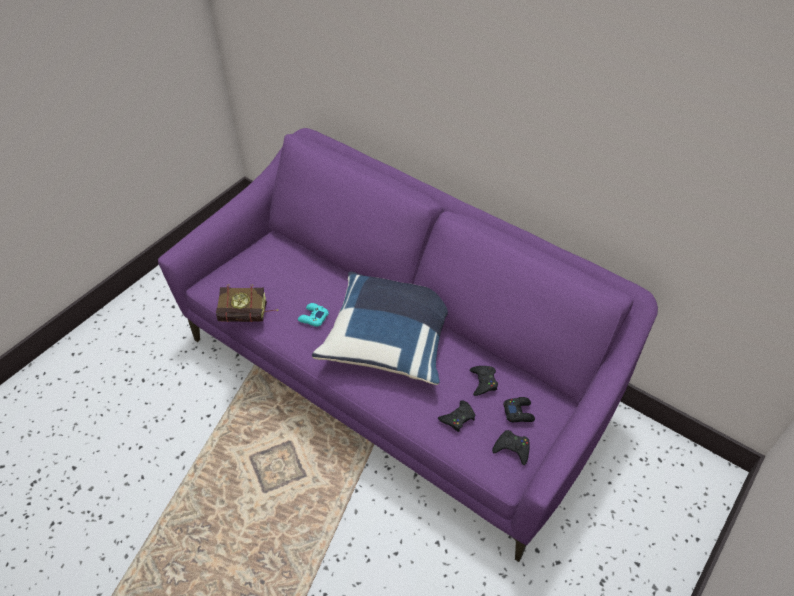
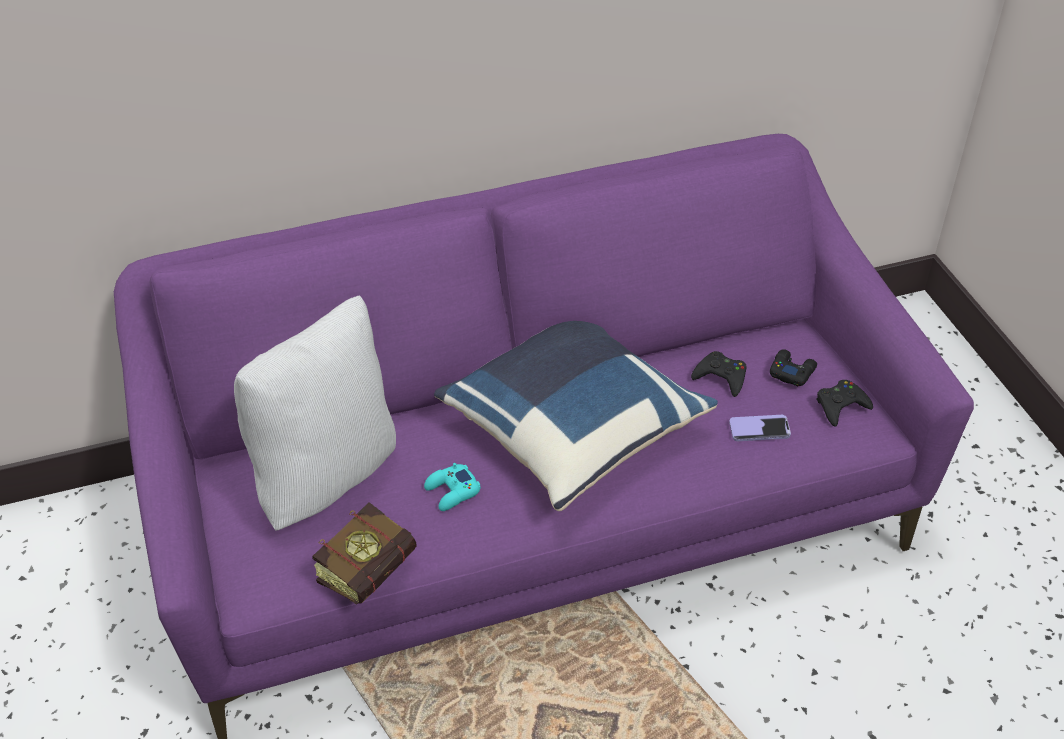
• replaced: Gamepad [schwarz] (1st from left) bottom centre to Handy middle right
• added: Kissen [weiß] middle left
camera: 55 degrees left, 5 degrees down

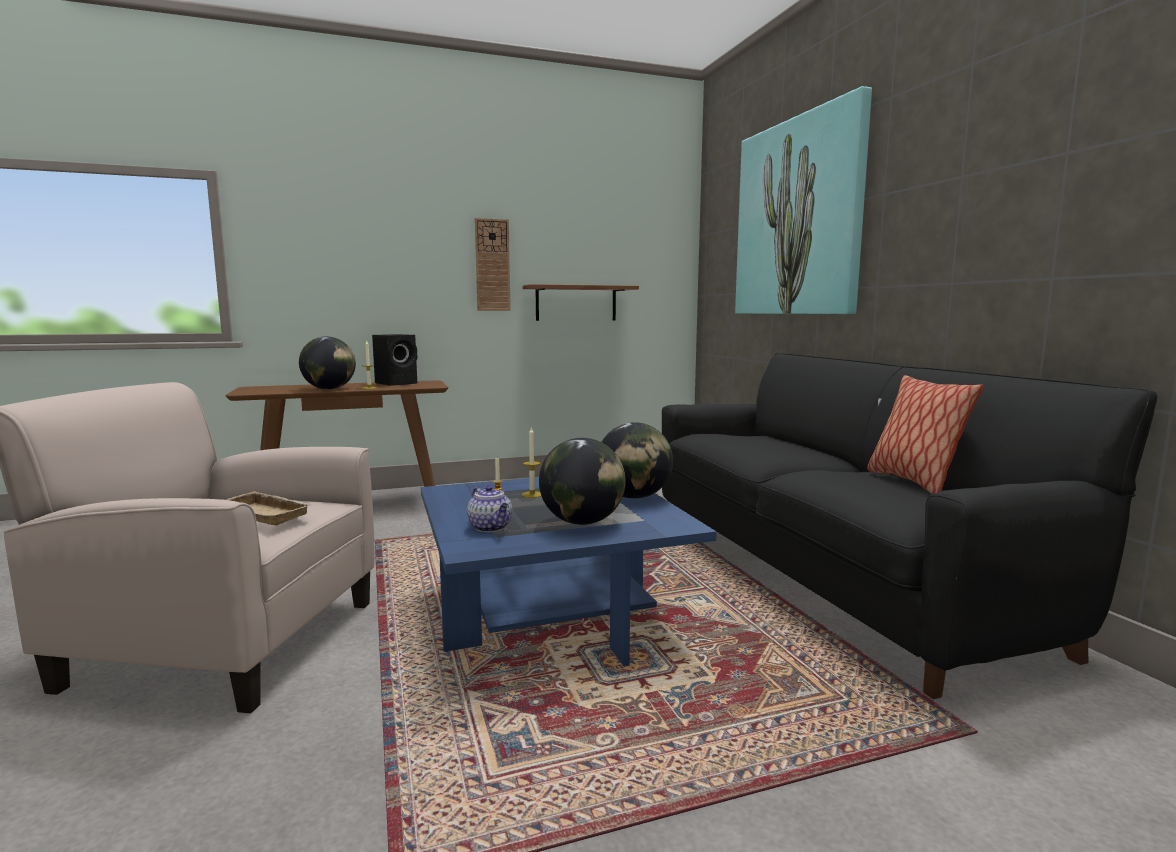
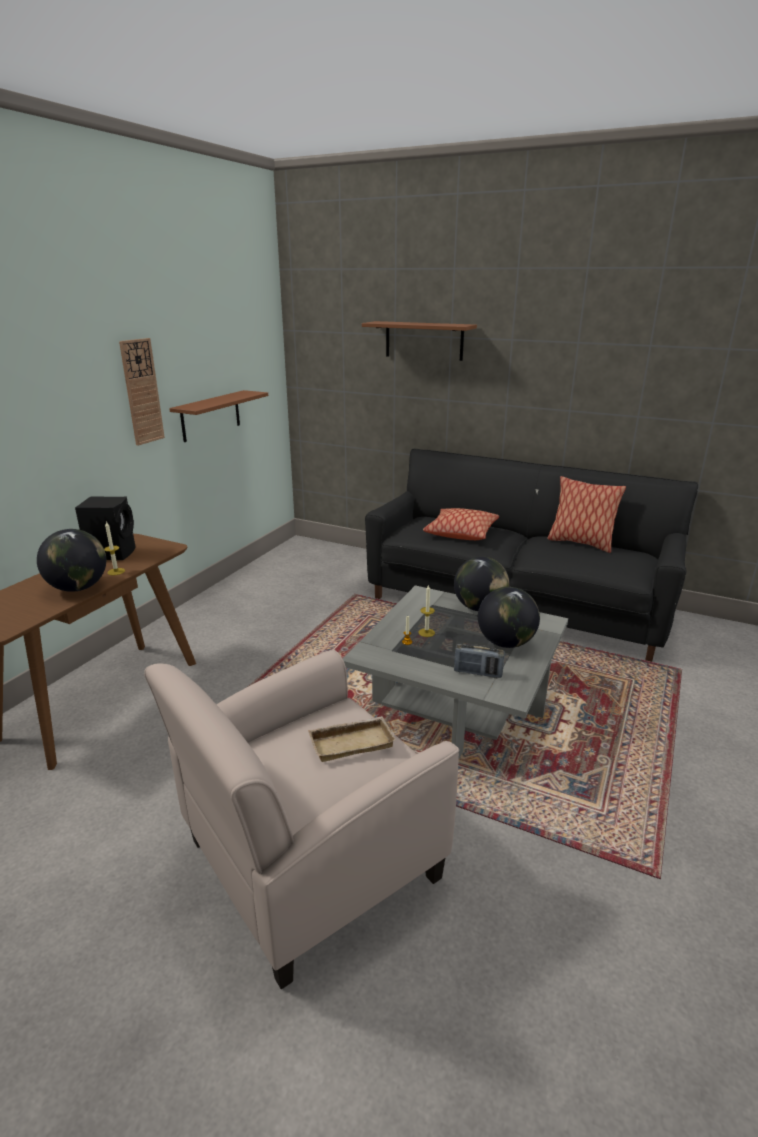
• recoloured: Couchtisch [blau] bottom centre to Couchtisch [grau] centre
• replaced: Teekanne centre to Radio centre
• replaced: Bild top right to Wandregal [braun] (2nd from left) top centre
• added: Kissen (1st from left) centre
camera: 45 degrees left, 15 degrees up

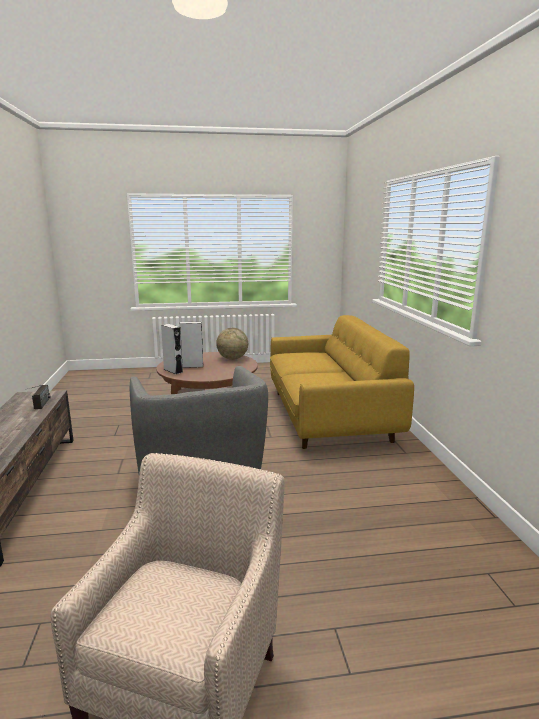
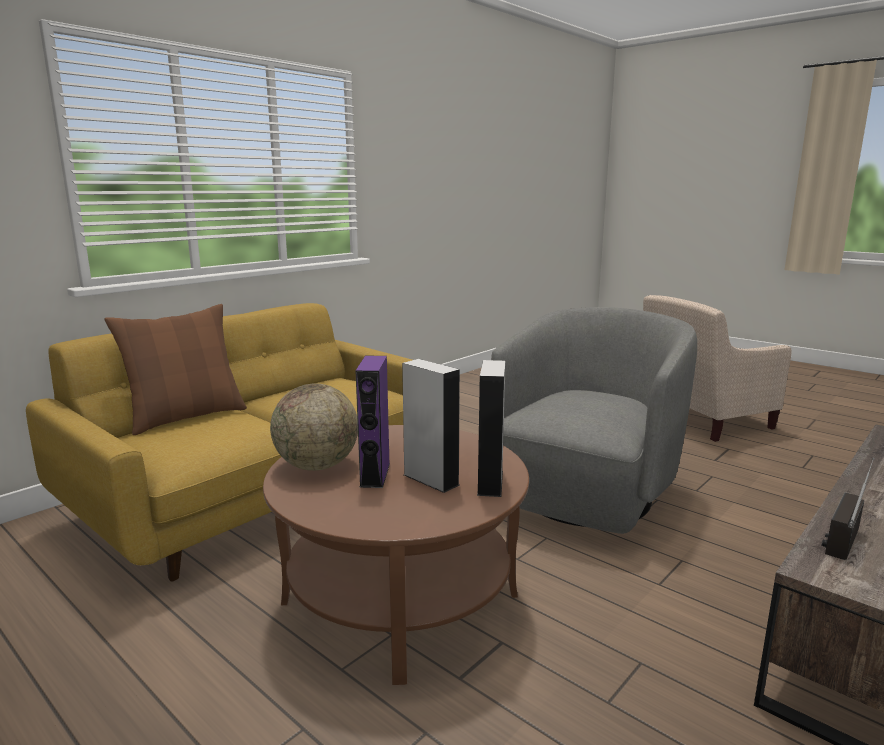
• added: Kissen [braun] middle left
• added: Lautsprecher [lila] centre
camera: 130 degrees left, 0 degrees up

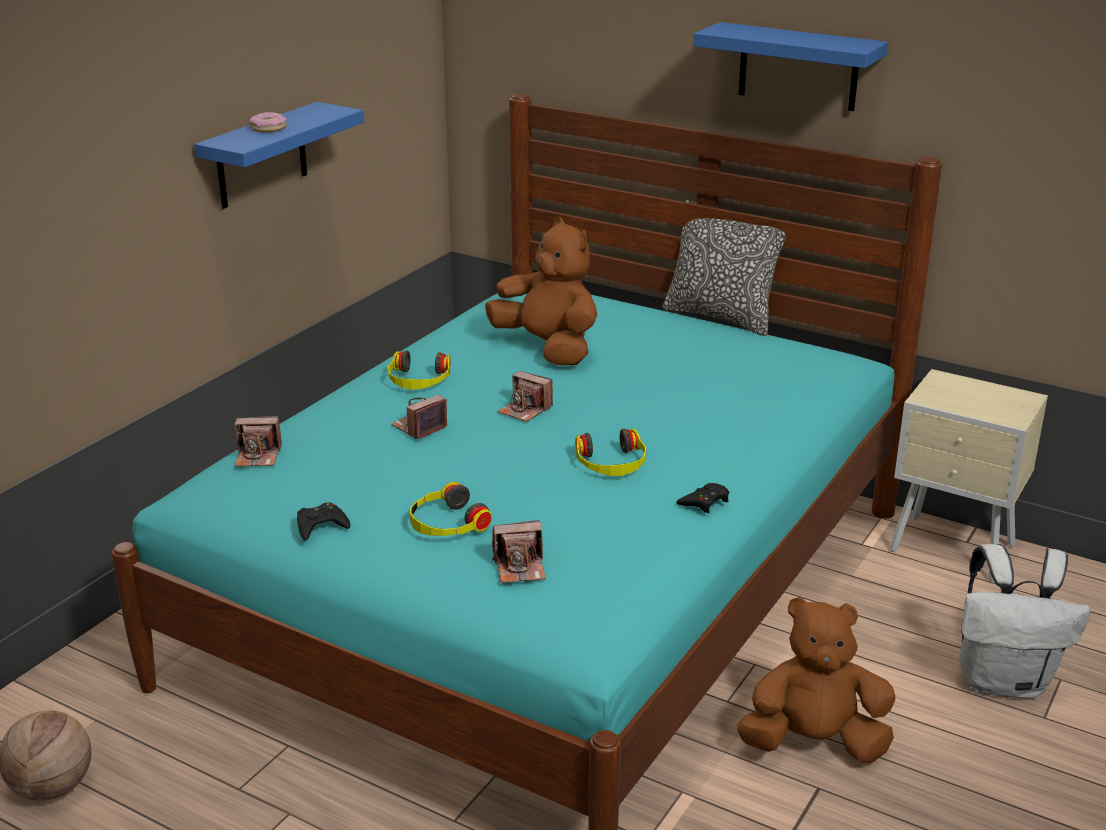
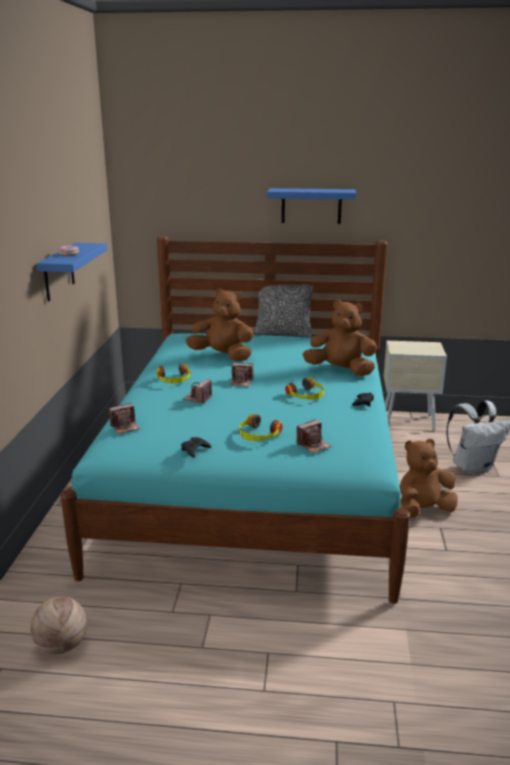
• added: Plüschtier [braun] (2nd from left) centre
camera: 25 degrees left, 5 degrees down

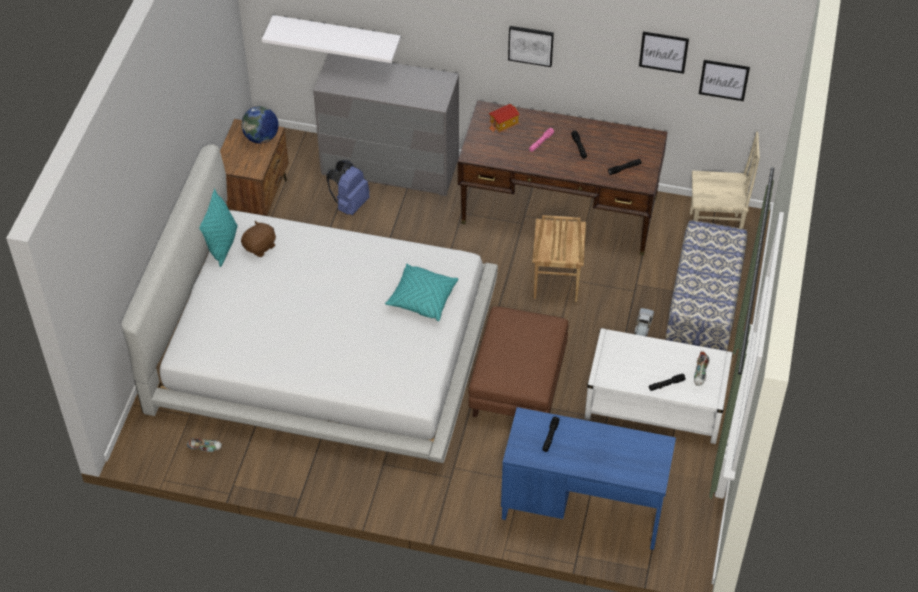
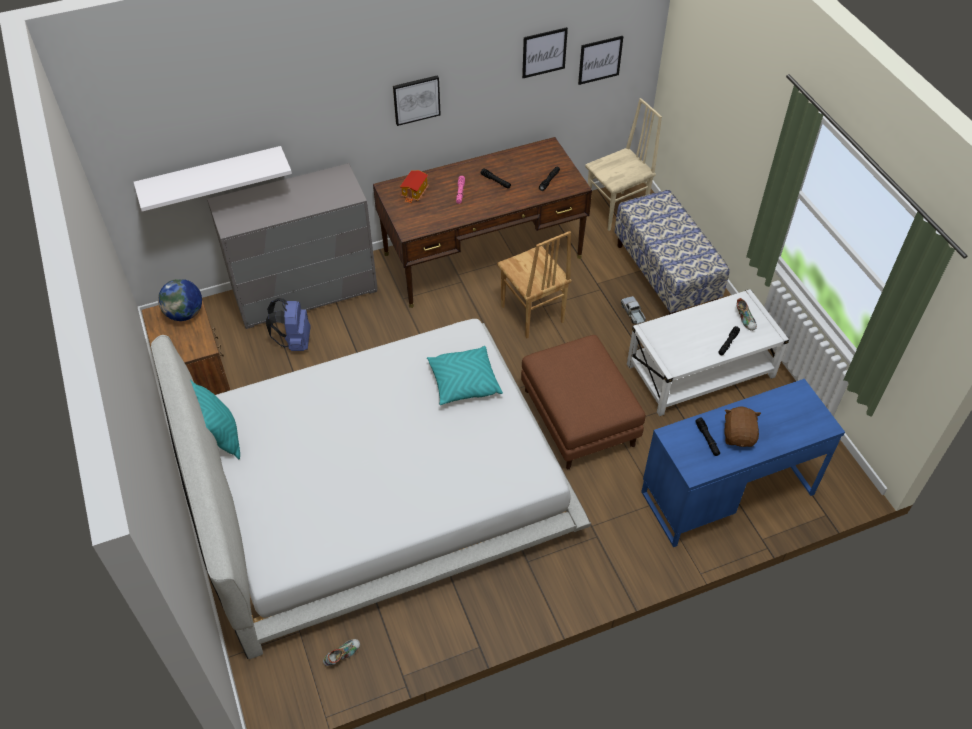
• moved: Plüschtier [braun] middle left to middle right
camera: 35 degrees left, 0 degrees up

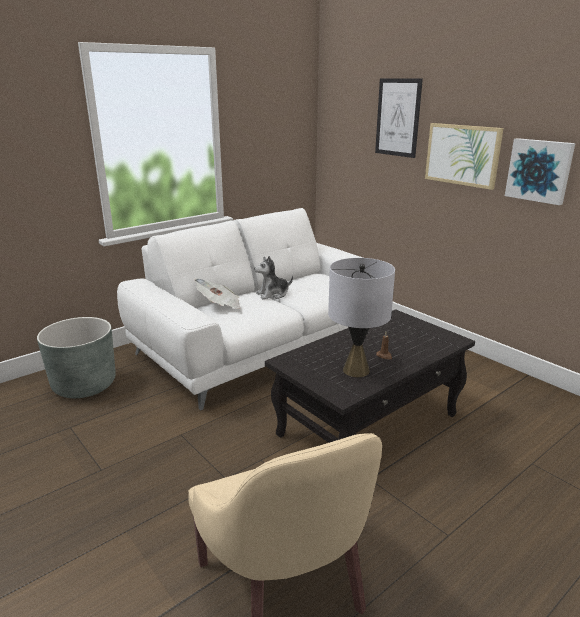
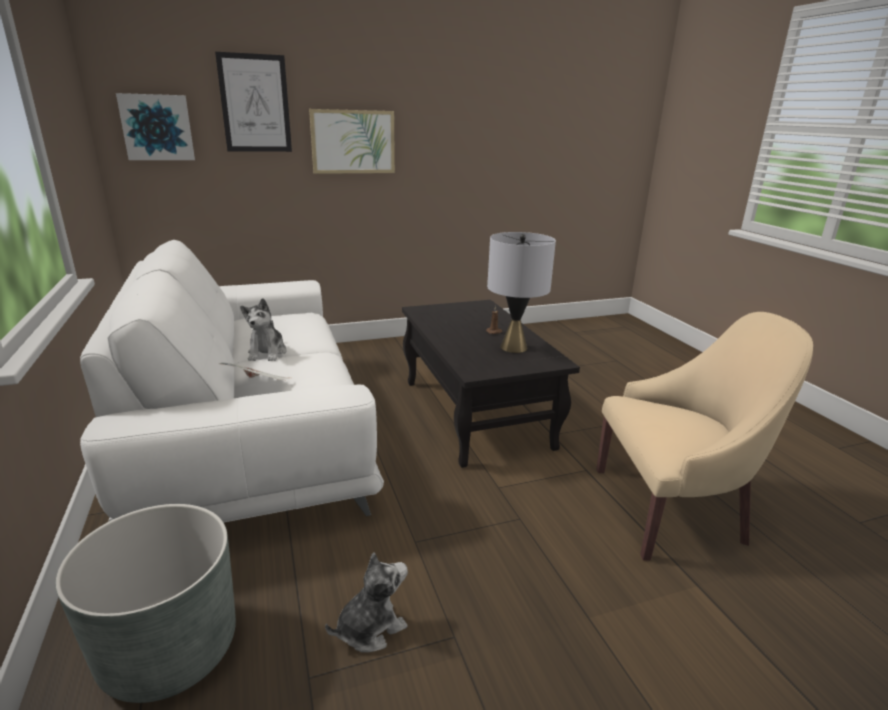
• moved: Bild (3rd from left in the first image) top right to Bild (1st from left) top left
• added: Plüschtier (2nd from left) bottom centre
camera: 70 degrees left, 0 degrees up

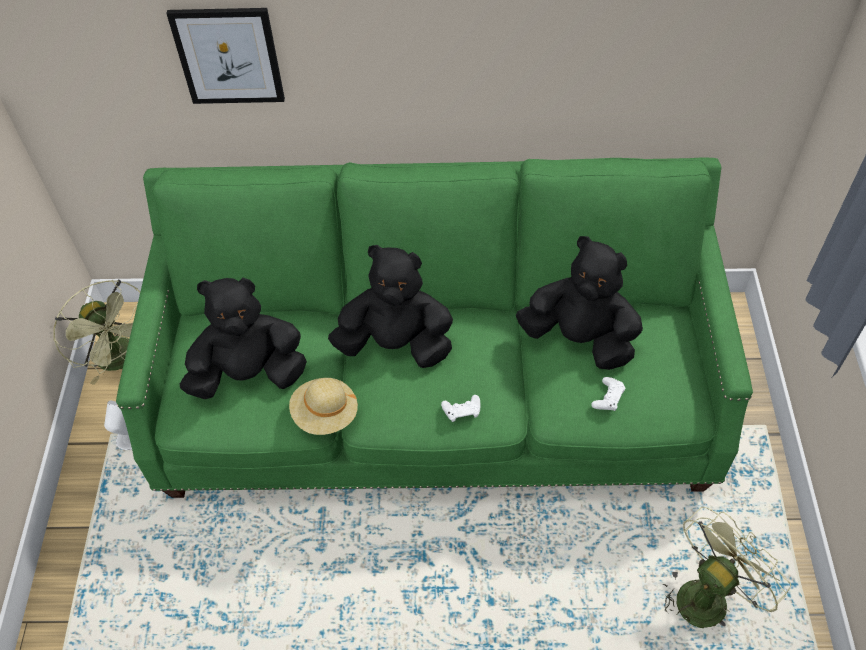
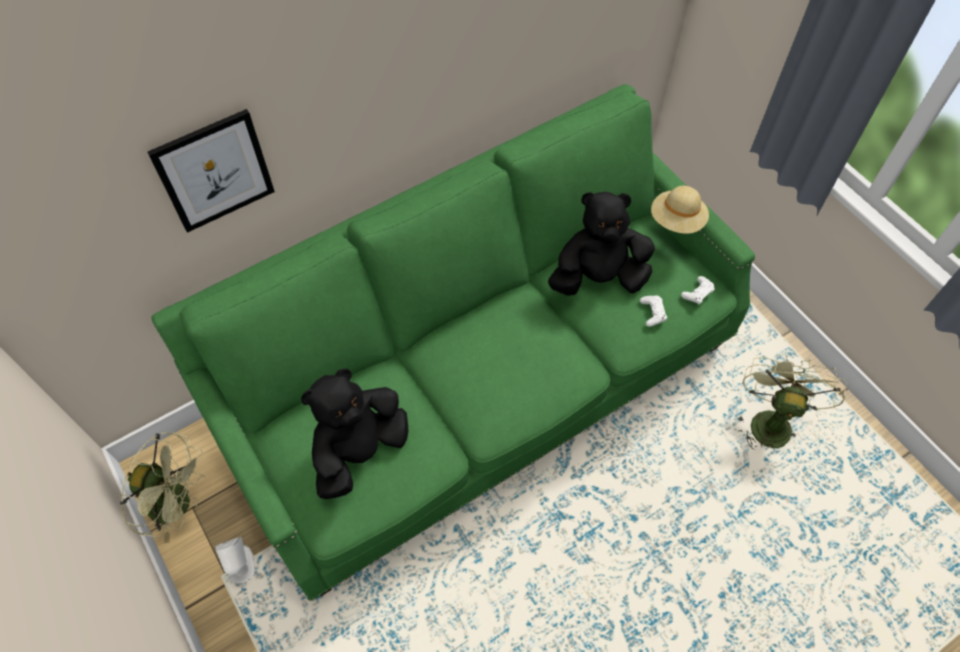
• moved: Hut [beige] centre to top right
• removed: Plüschtier [schwarz] (2nd from left) centre
• moved: Gamepad [weiß] (1st from left in the first image) centre to Gamepad [weiß] (2nd from left) middle right
camera: 35 degrees left, 5 degrees up

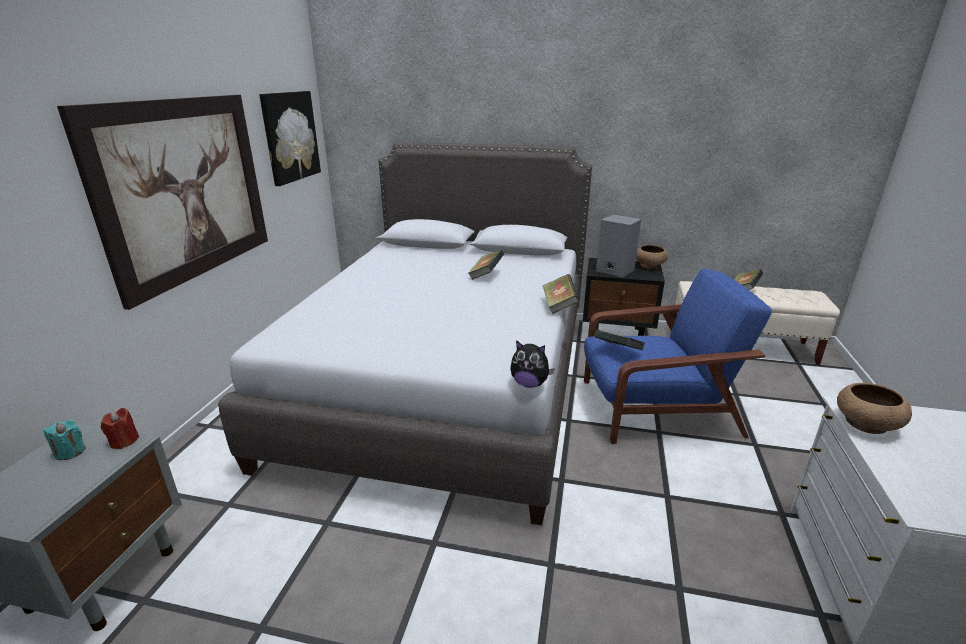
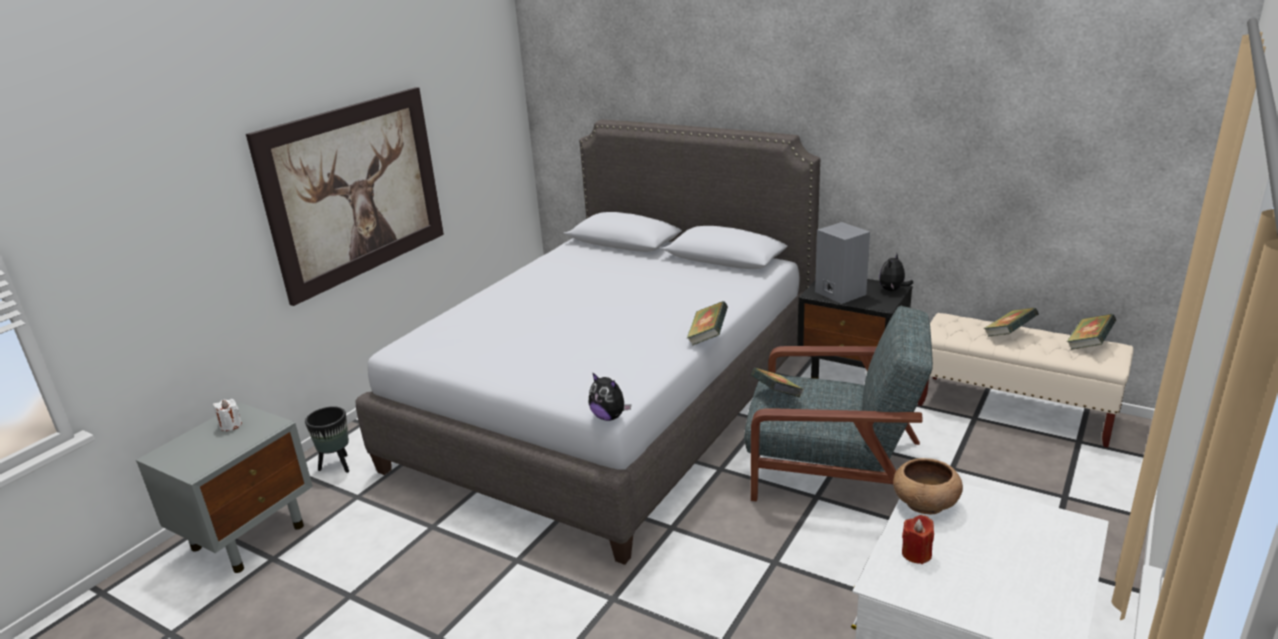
• recoloured: Kerze [türkis] bottom left to Kerze [weiß] middle left
• moved: Kerze [rot] middle left to bottom right
• removed: Bild (2nd from left) top left
• moved: Buch (1st from left in the first image) centre to Buch (4th from left) middle right
• recoloured: Sessel [blau] middle right to Sessel [grau] centre
• replaced: Schüssel [braun] (1st from left) middle right to Plüschtier (2nd from left) middle right
• added: Pflanzkübel [schwarz] bottom left
camera: 20 degrees right, 0 degrees up

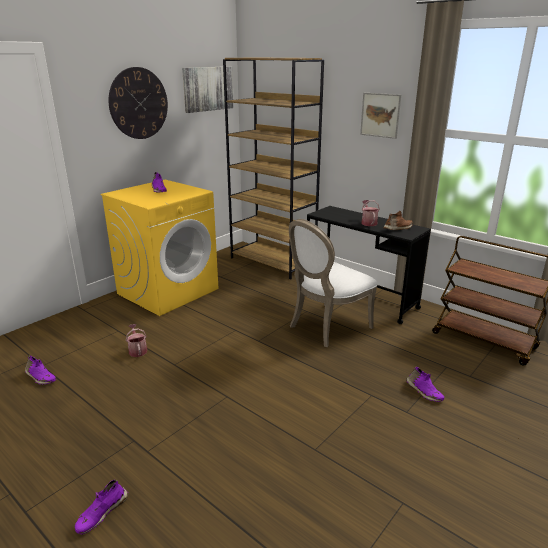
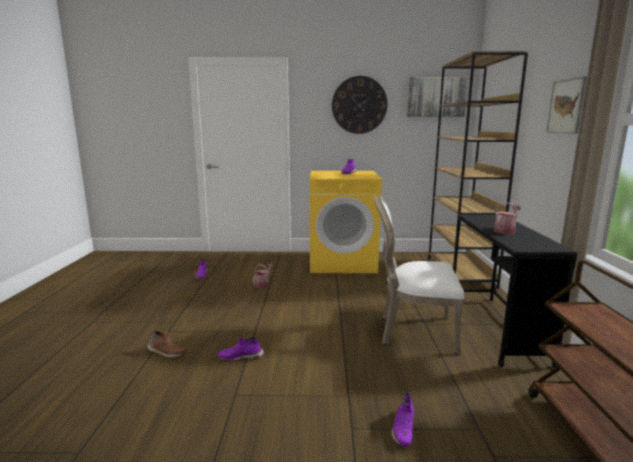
• moved: Schuh [lila] (2nd from left) bottom left to bottom centre
• moved: Schuh [braun] middle right to bottom left
camera: 50 degrees right, 10 degrees down

